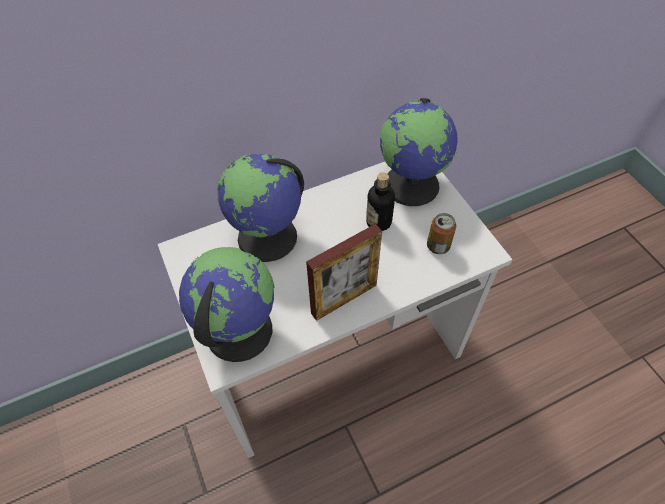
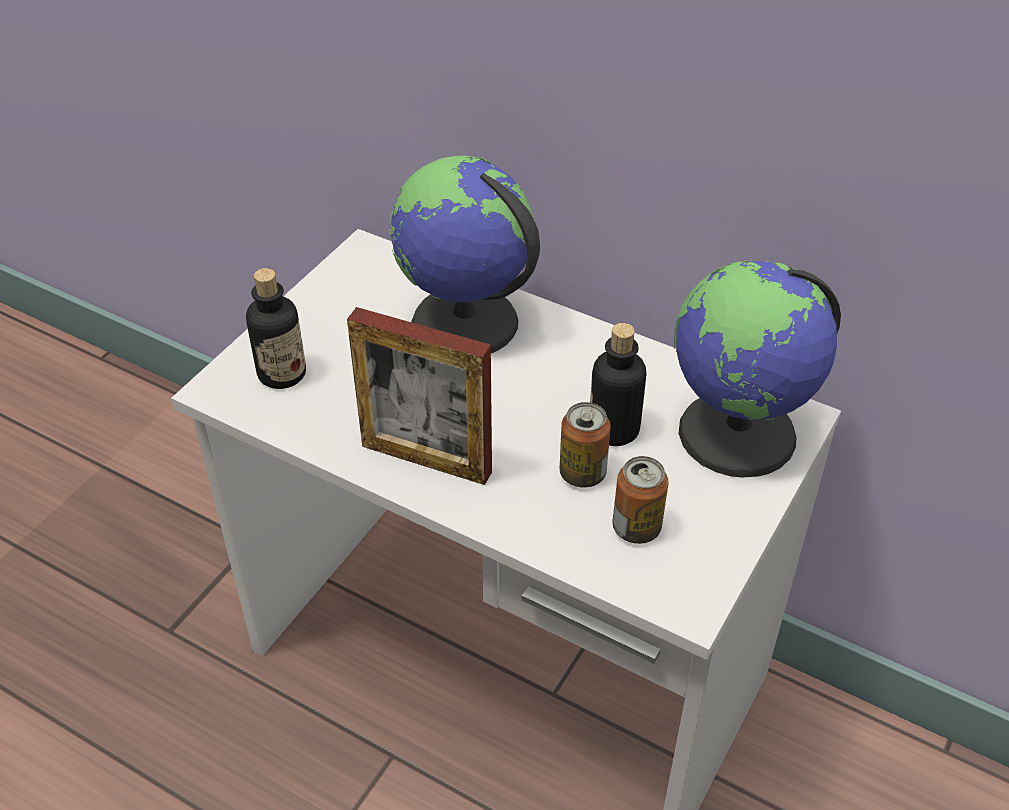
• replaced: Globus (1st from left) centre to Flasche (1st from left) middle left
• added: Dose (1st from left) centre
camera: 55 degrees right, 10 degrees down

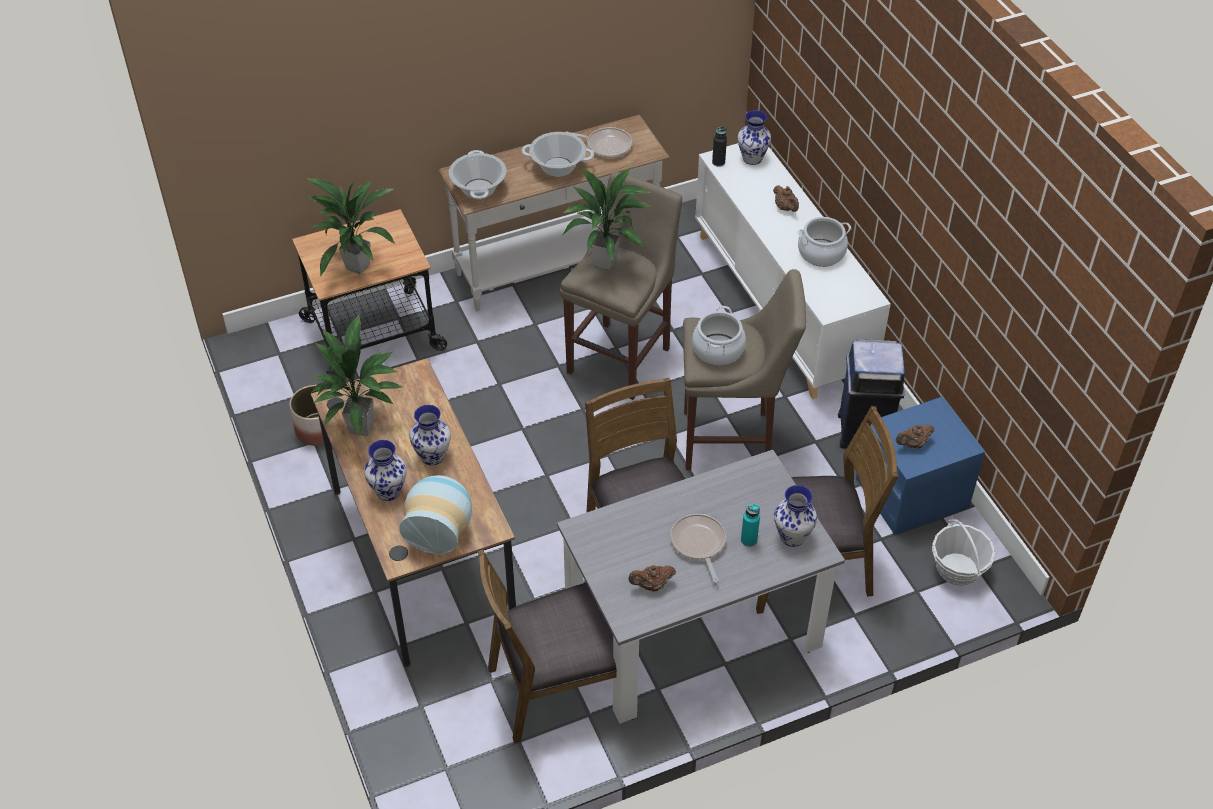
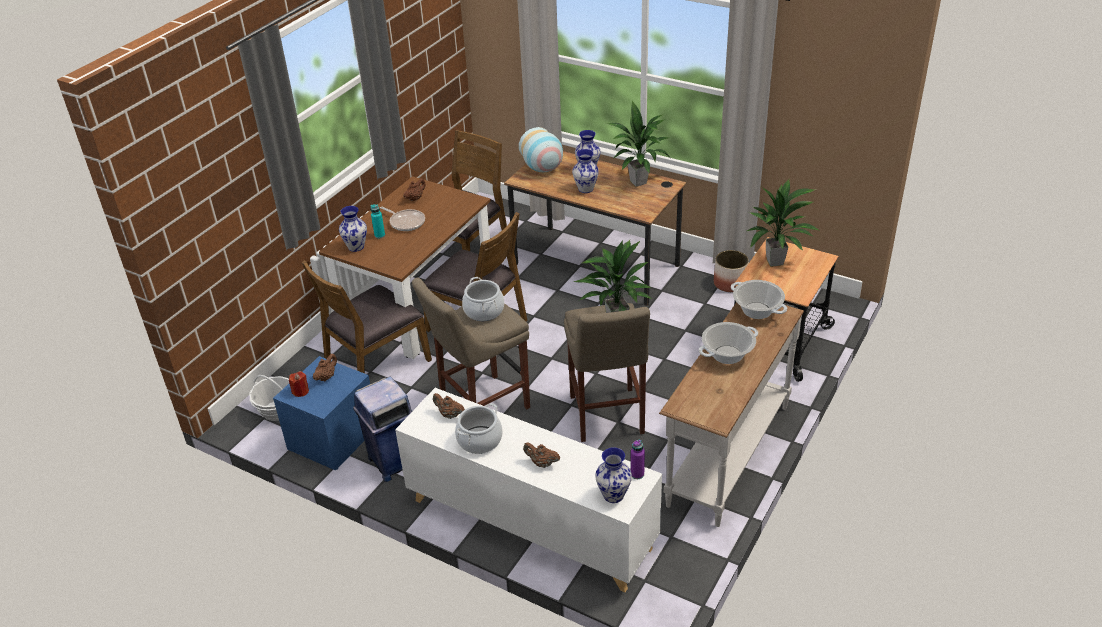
• recoloured: Esstisch [grau] bottom centre to Esstisch [braun] centre
• removed: Pfanne (1st from left) top centre
• recoloured: Flasche [schwarz] top centre to Flasche [lila] bottom centre
• added: Kerze [rot] middle left
• added: Teekanne [braun] (3rd from left) centre
camera: 145 degrees right, 10 degrees down

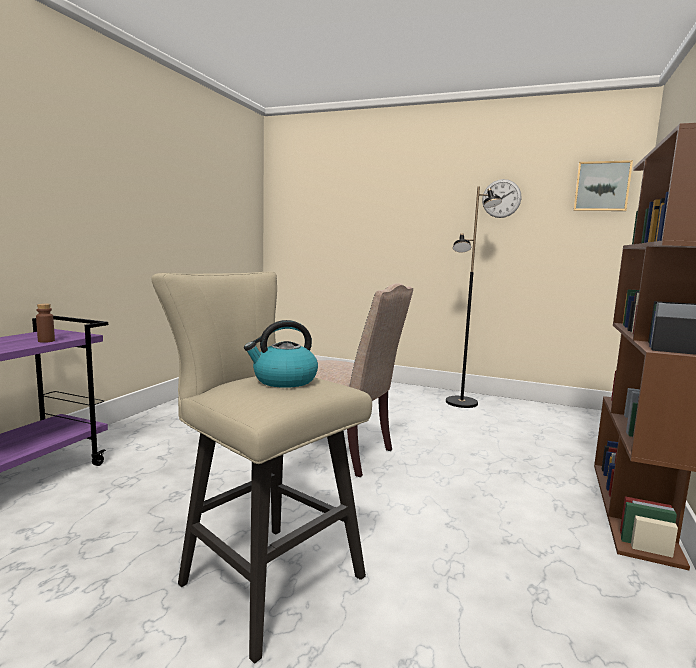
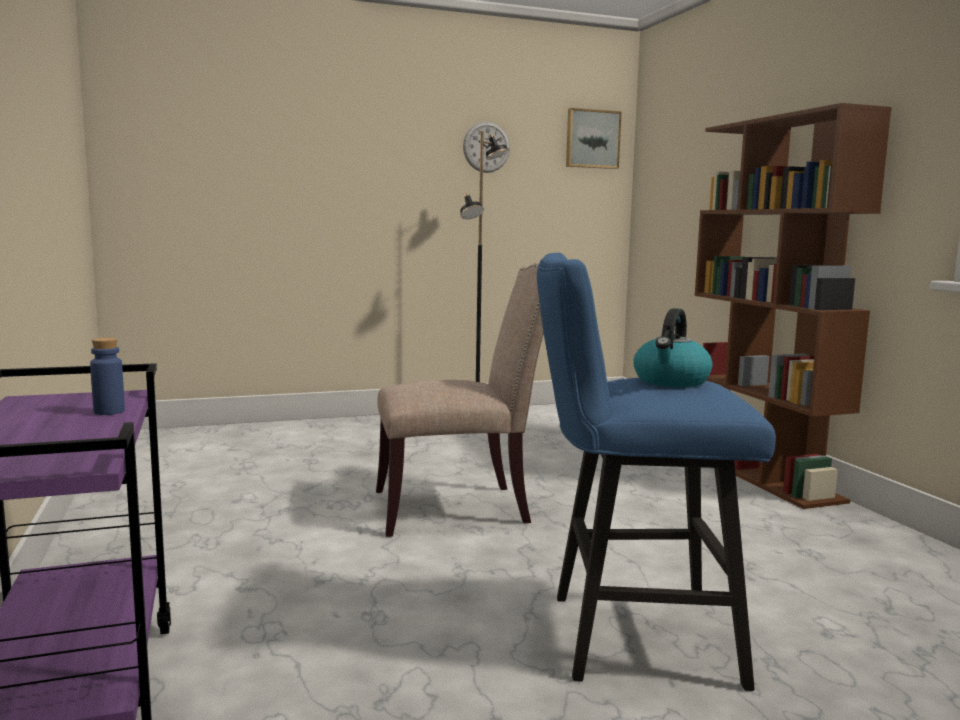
• recoloured: Flasche [braun] middle left to Flasche [blau] middle left
• recoloured: Hocker [beige] bottom centre to Hocker [blau] middle right
camera: 40 degrees left, 0 degrees up

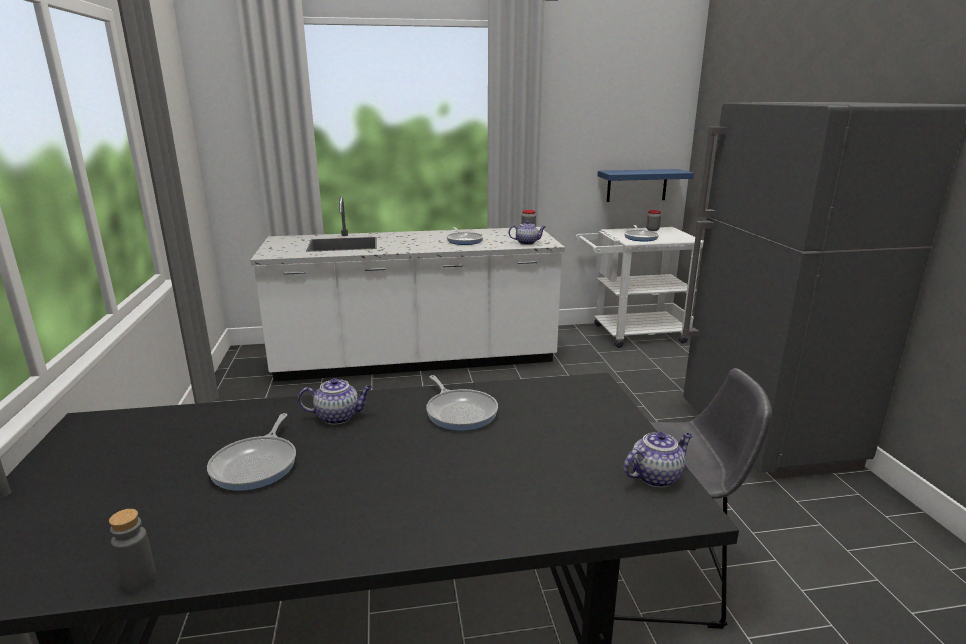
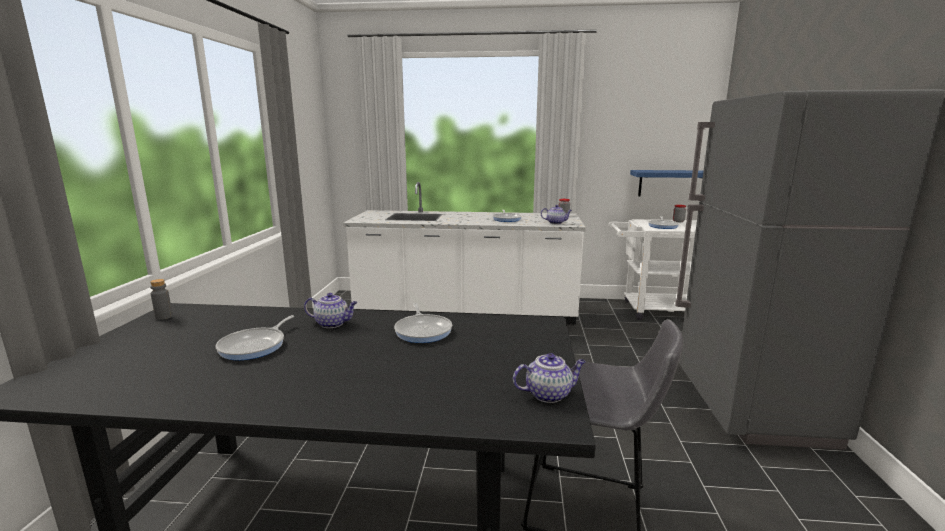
• moved: Flasche [grau] bottom left to middle left
camera: 15 degrees right, 5 degrees down

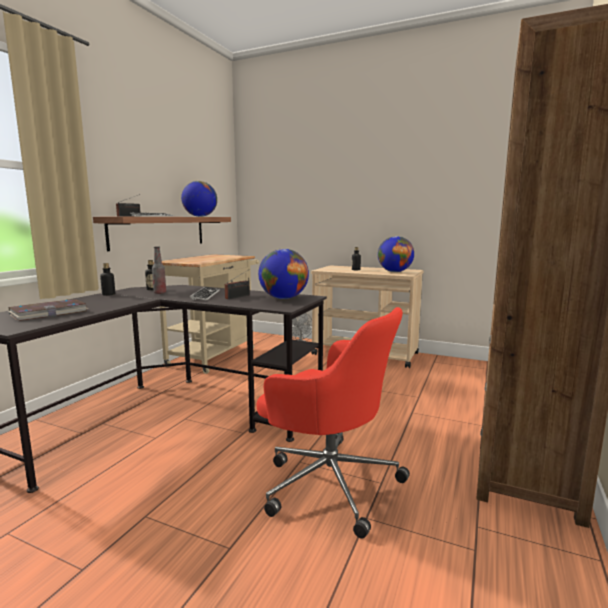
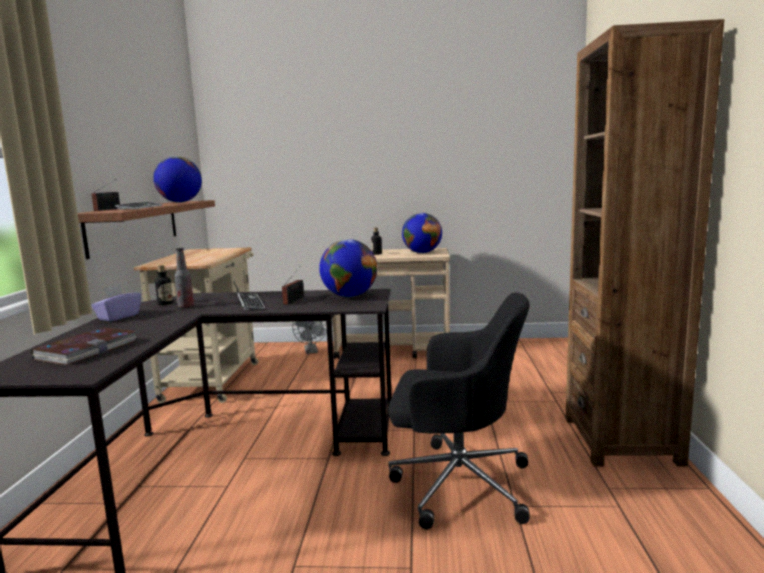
• replaced: Flasche (1st from left) middle left to Taschentuchbox [lila] middle left
• recoloured: Bürostuhl [rot] bottom centre to Bürostuhl [schwarz] bottom centre
camera: 20 degrees left, 0 degrees up

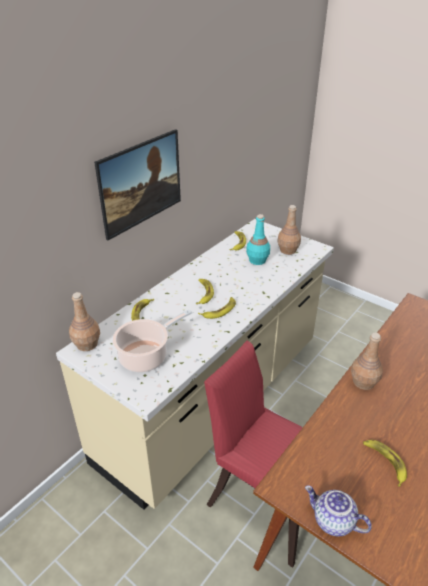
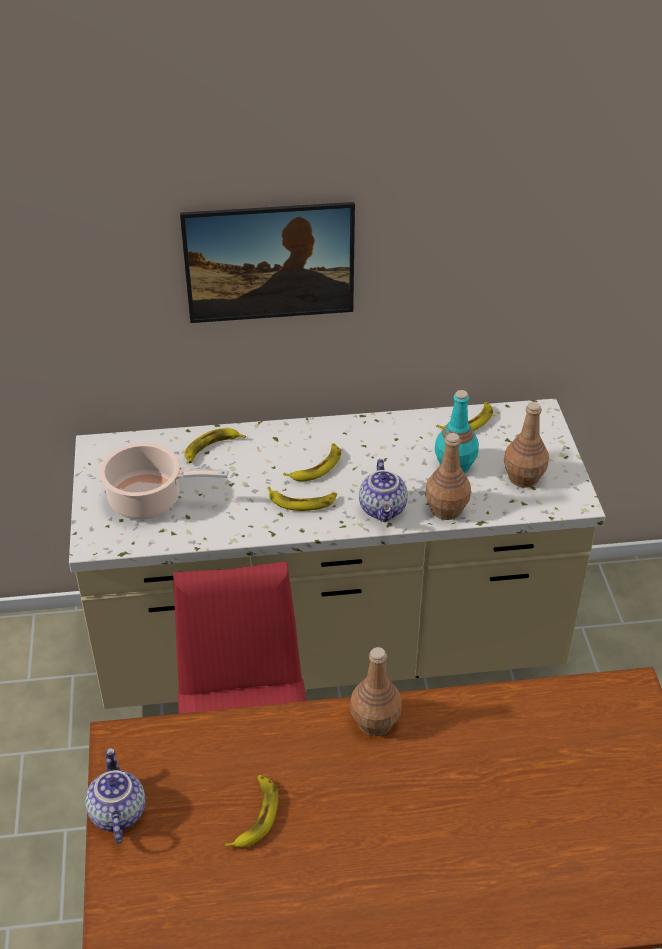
• moved: Flasche [braun] (1st from left in the first image) middle left to Flasche [braun] (2nd from left) middle right
• added: Teekanne (2nd from left) centre
camera: 45 degrees right, 5 degrees up

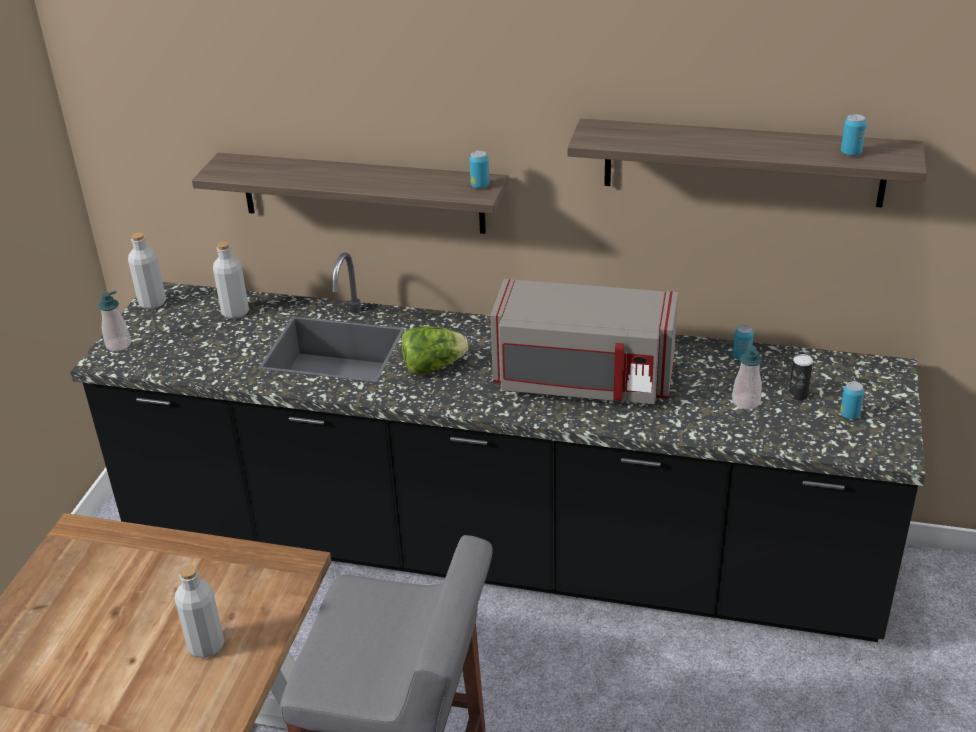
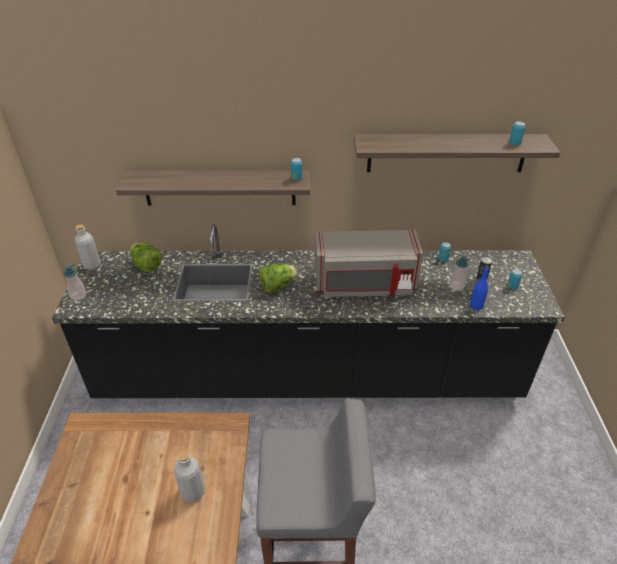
• replaced: Flasche [grau] (3rd from left) middle left to Salatkopf (1st from left) middle left
• added: Flasche [blau] middle right
camera: 15 degrees left, 5 degrees up

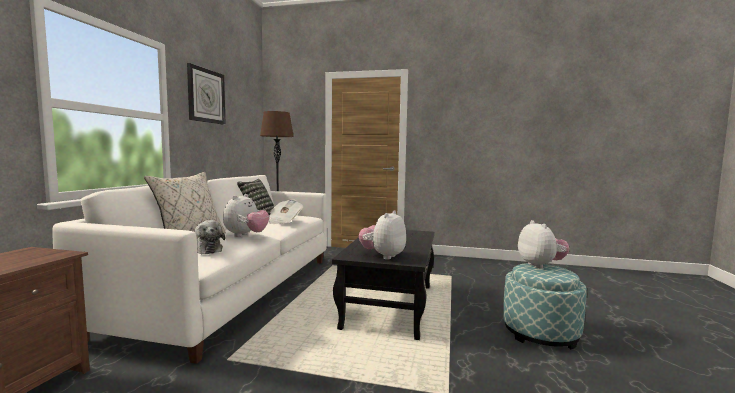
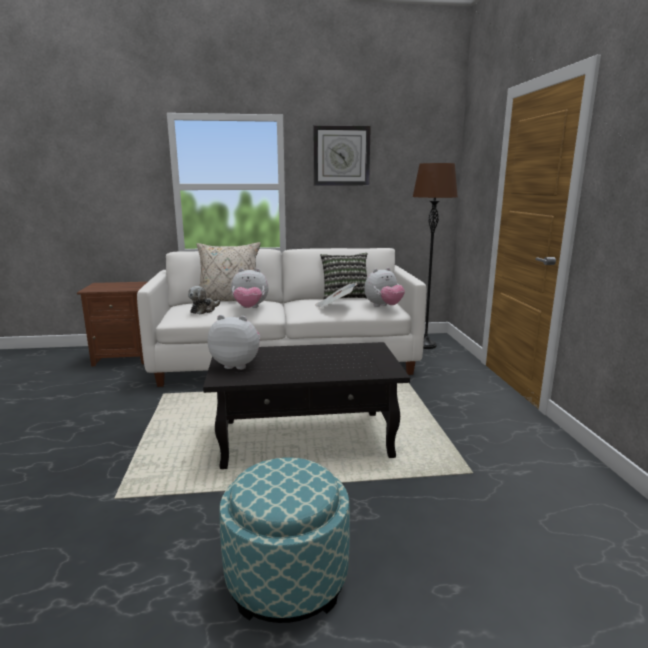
• moved: Plüschtier (4th from left) middle right to centre
camera: 70 degrees right, 10 degrees up

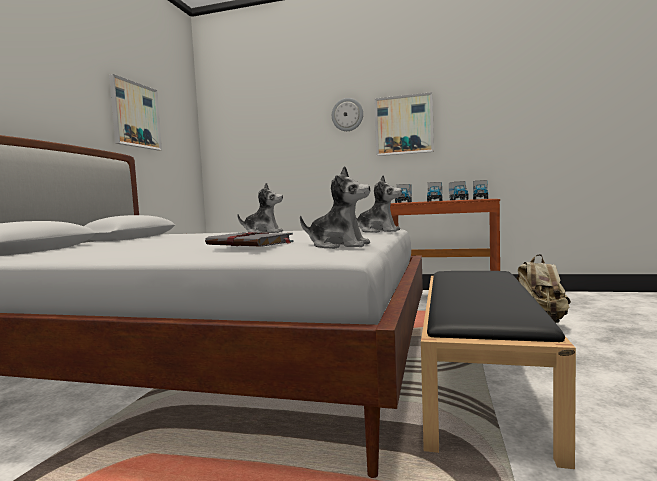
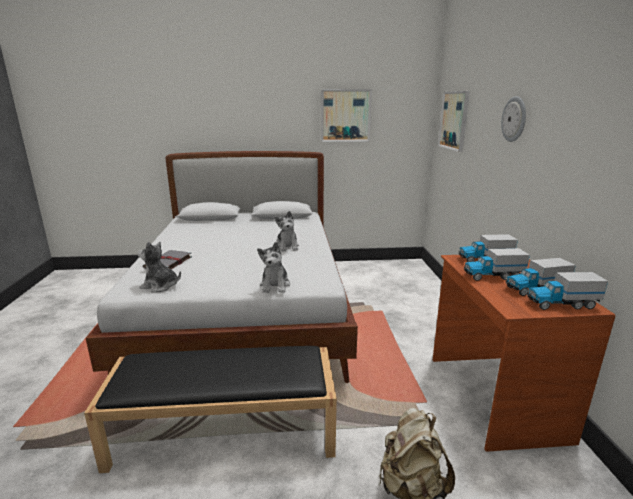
• turned: Plüschtier (2nd from left in the first image) centre = middle left 105 degrees clockwise
• moved: Bild (2nd from left) top centre to top right
camera: 70 degrees right, 15 degrees up

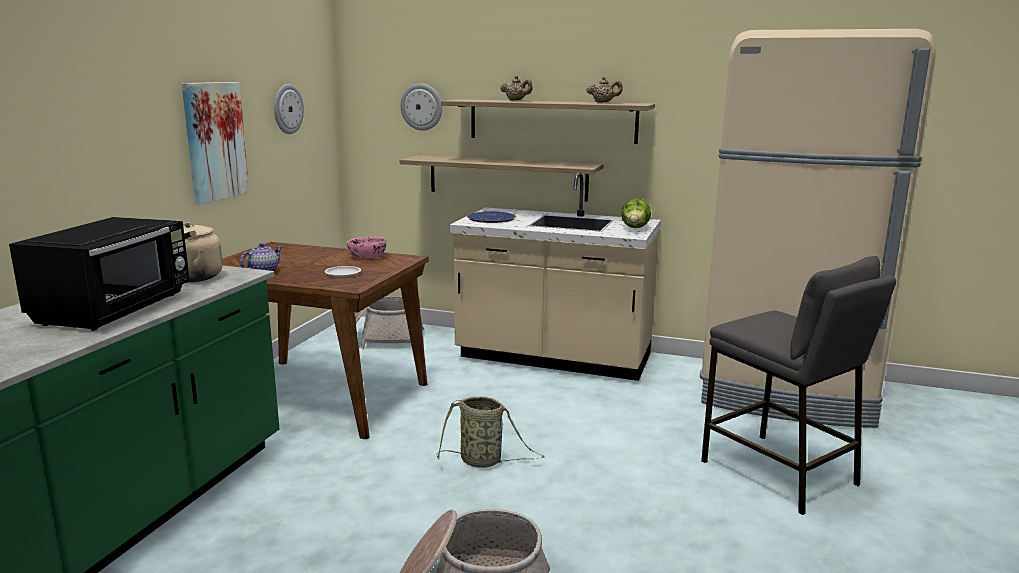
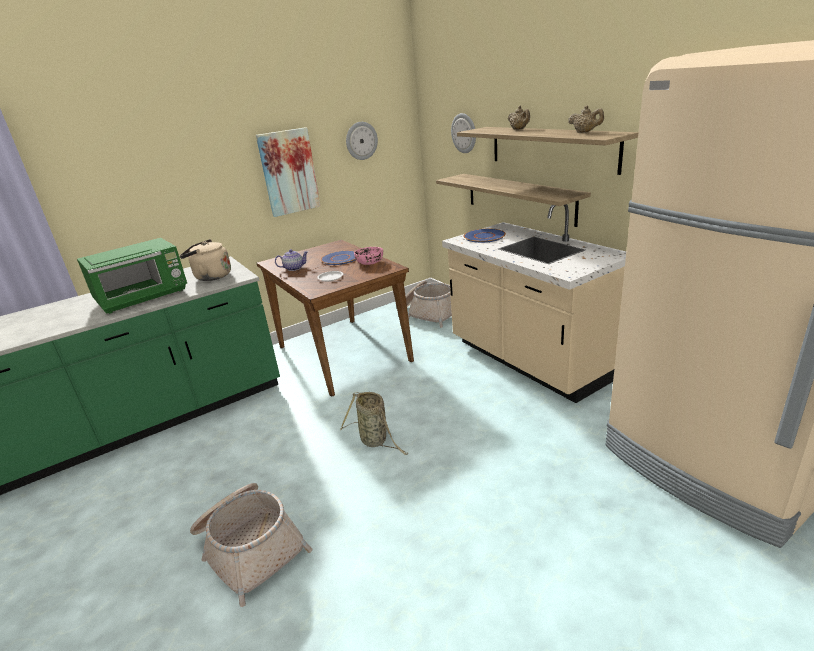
• recoloured: Mikrowelle [schwarz] middle left to Mikrowelle [grün] middle left
• removed: Salatkopf centre
• removed: Hocker [grau] bottom right
• added: Teller [blau] (1st from left) centre
camera: 40 degrees right, 10 degrees up

